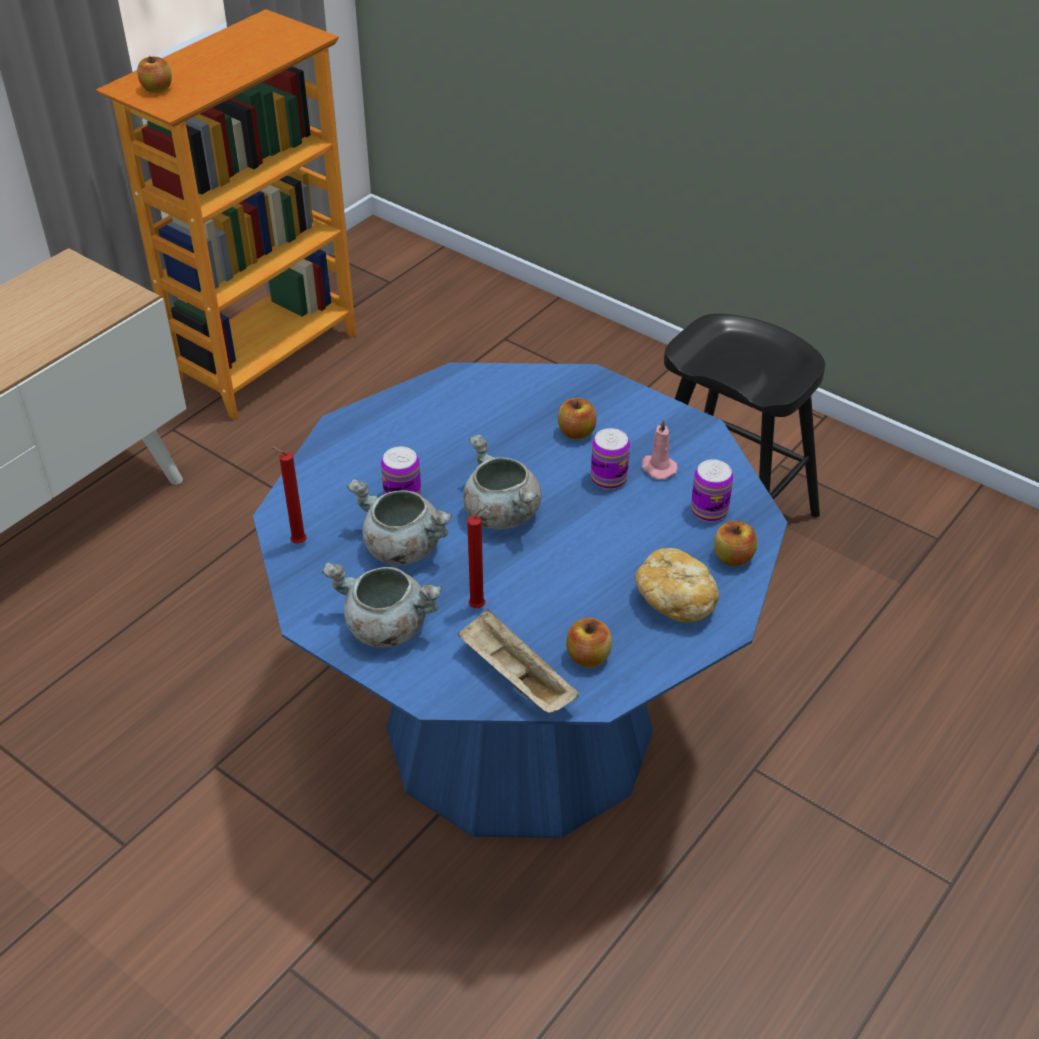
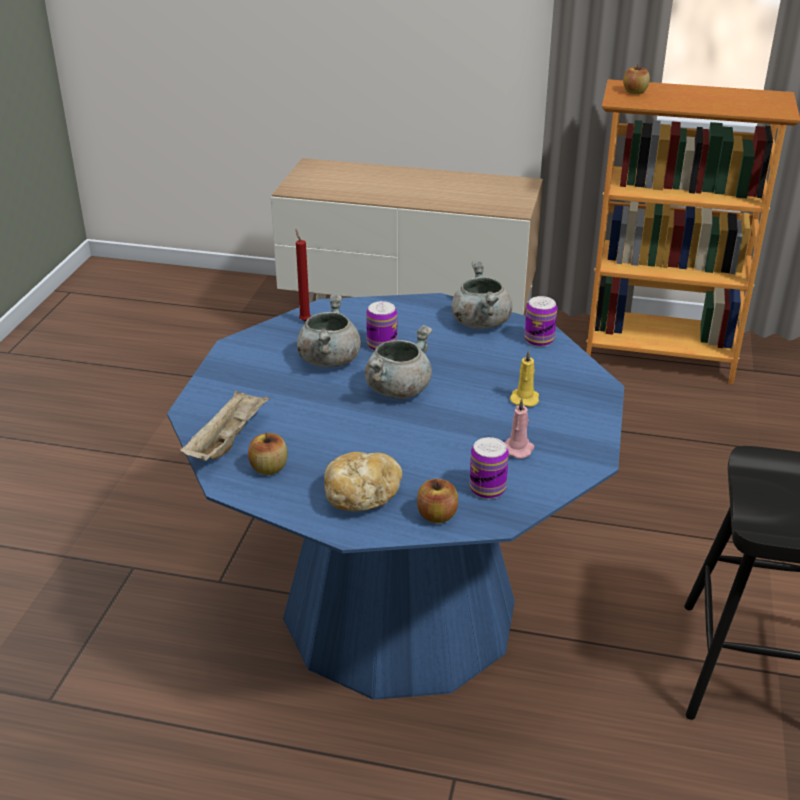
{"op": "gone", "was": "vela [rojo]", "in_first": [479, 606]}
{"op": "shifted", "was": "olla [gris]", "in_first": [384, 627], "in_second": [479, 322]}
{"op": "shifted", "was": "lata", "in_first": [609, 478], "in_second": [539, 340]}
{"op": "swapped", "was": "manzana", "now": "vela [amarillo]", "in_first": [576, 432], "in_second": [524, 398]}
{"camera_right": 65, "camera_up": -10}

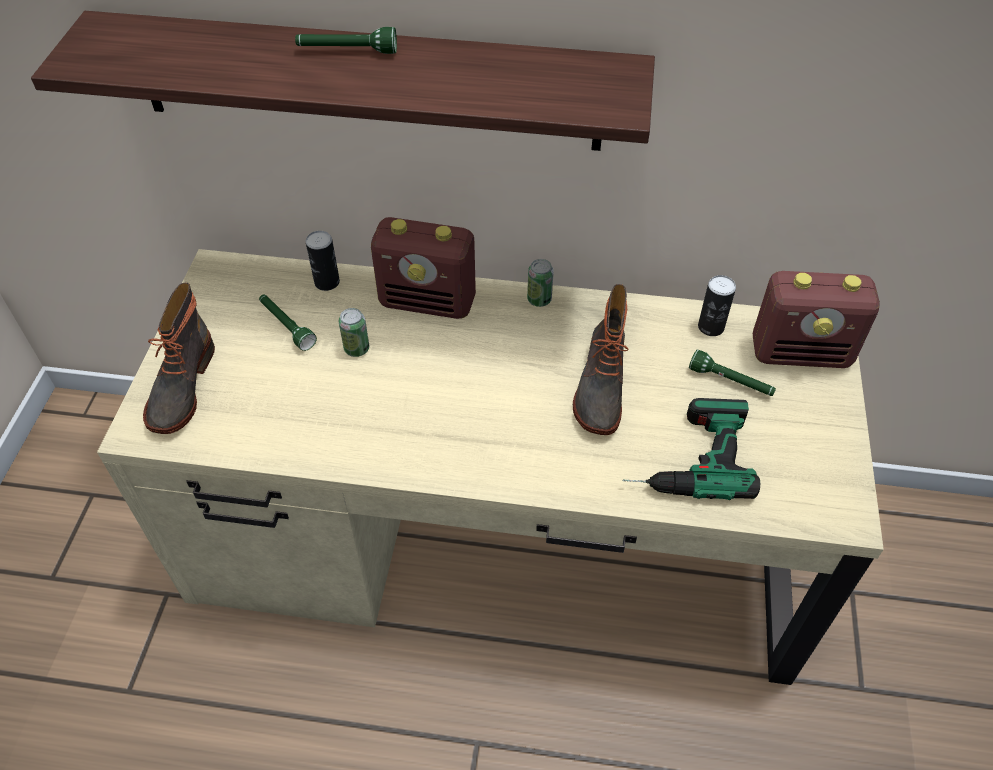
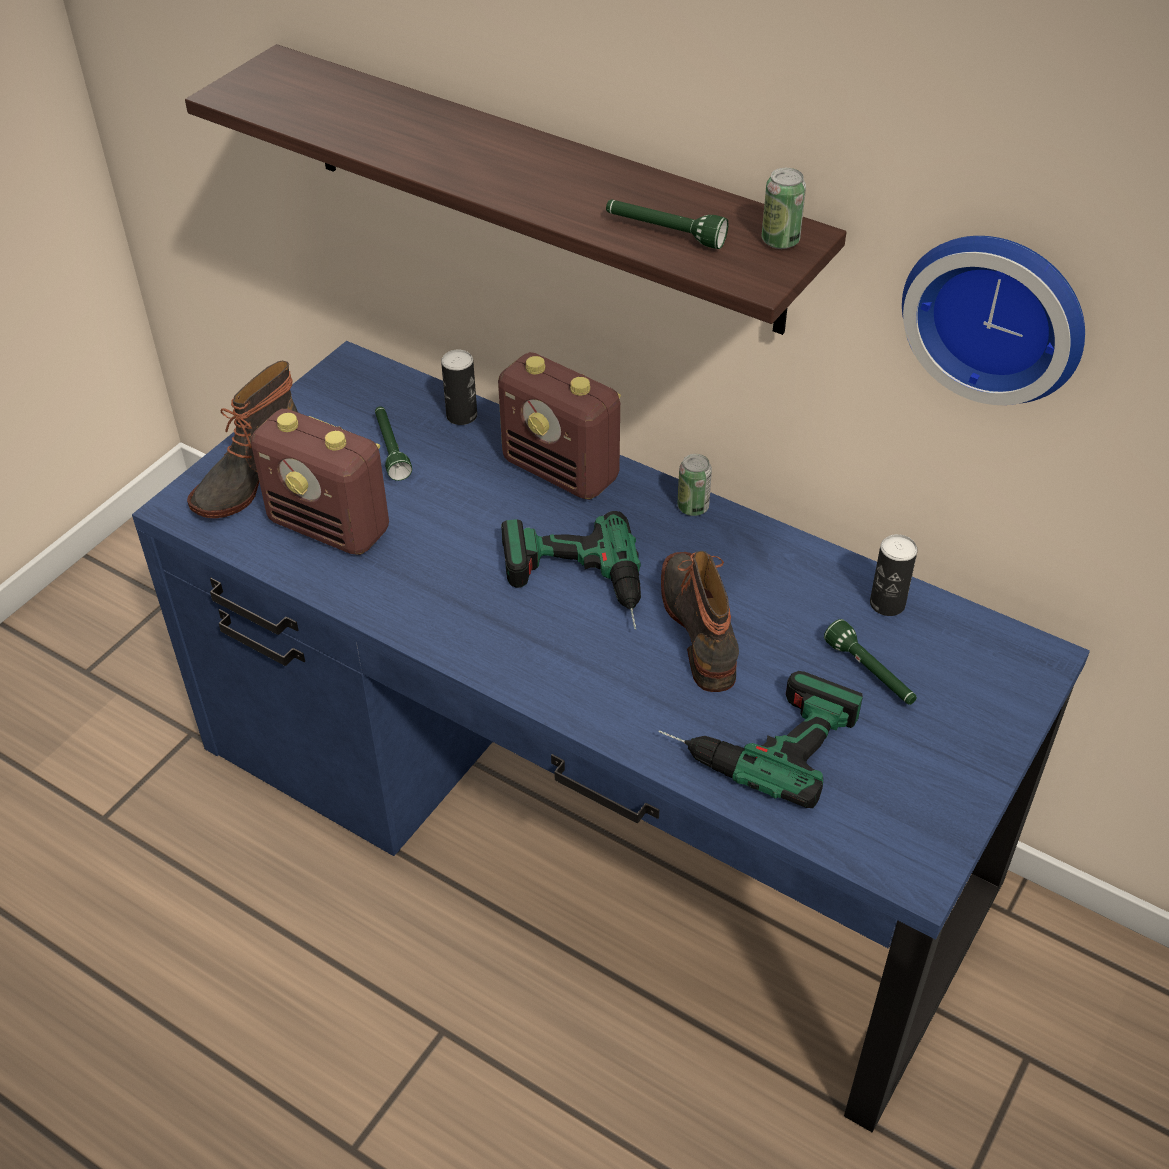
{"op": "new", "now": "taladro", "in_second": [575, 587]}
{"op": "new", "now": "reloj de pared", "in_second": [997, 313]}
{"op": "shifted", "was": "linterna [verde]", "in_first": [347, 51], "in_second": [664, 233]}
{"op": "shifted", "was": "lata", "in_first": [356, 349], "in_second": [780, 241]}
{"op": "shifted", "was": "radio", "in_first": [801, 353], "in_second": [330, 527]}
{"op": "repainted", "was": "escritorio [beis]", "now": "escritorio [azul]", "in_first": [496, 540], "in_second": [589, 815]}
{"op": "rotated", "was": "bota", "in_first": [599, 388], "in_second": [702, 627], "clockwise": 135}
{"camera_right": 25, "camera_up": -5}

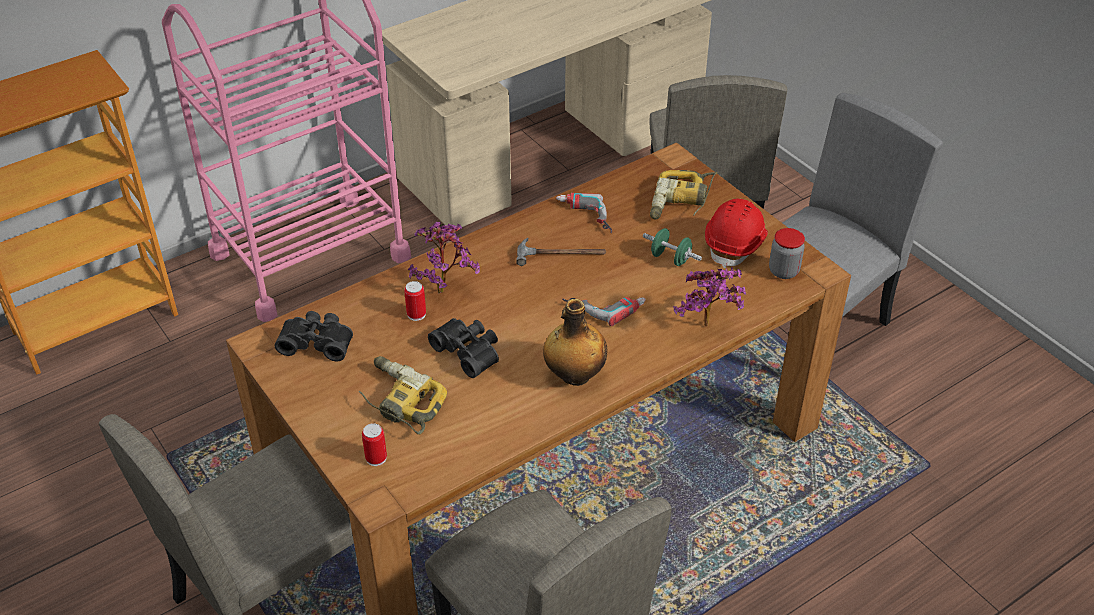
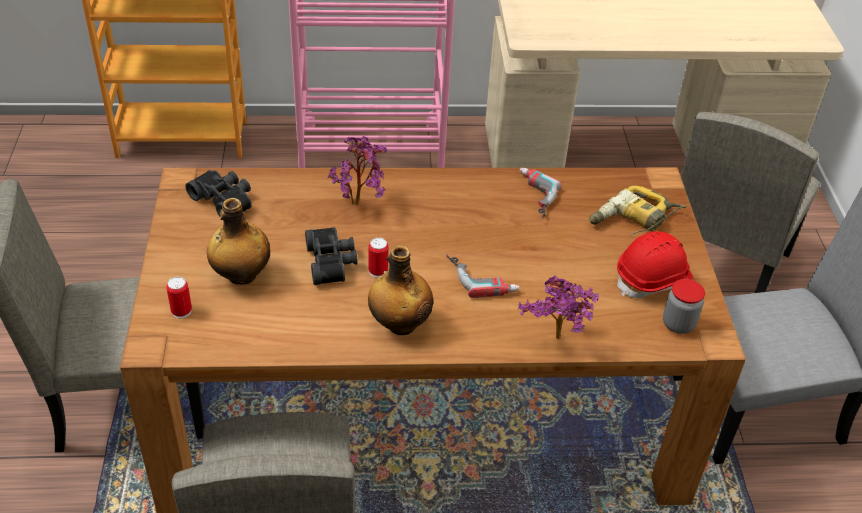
{"op": "gone", "was": "martillo", "in_first": [561, 254]}
{"op": "gone", "was": "mancuerna [verde]", "in_first": [670, 258]}
{"op": "shifted", "was": "lata", "in_first": [416, 314], "in_second": [378, 271]}
{"op": "swapped", "was": "taladro", "now": "botella", "in_first": [399, 402], "in_second": [241, 276]}
{"camera_right": 30, "camera_up": 0}

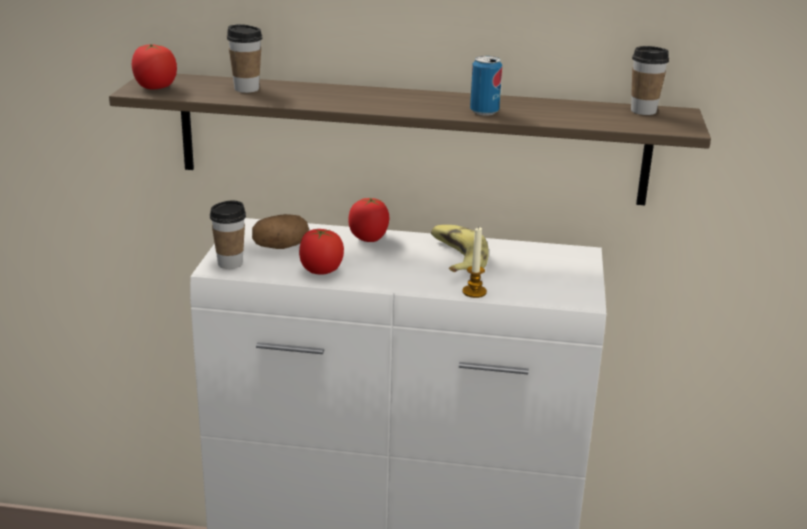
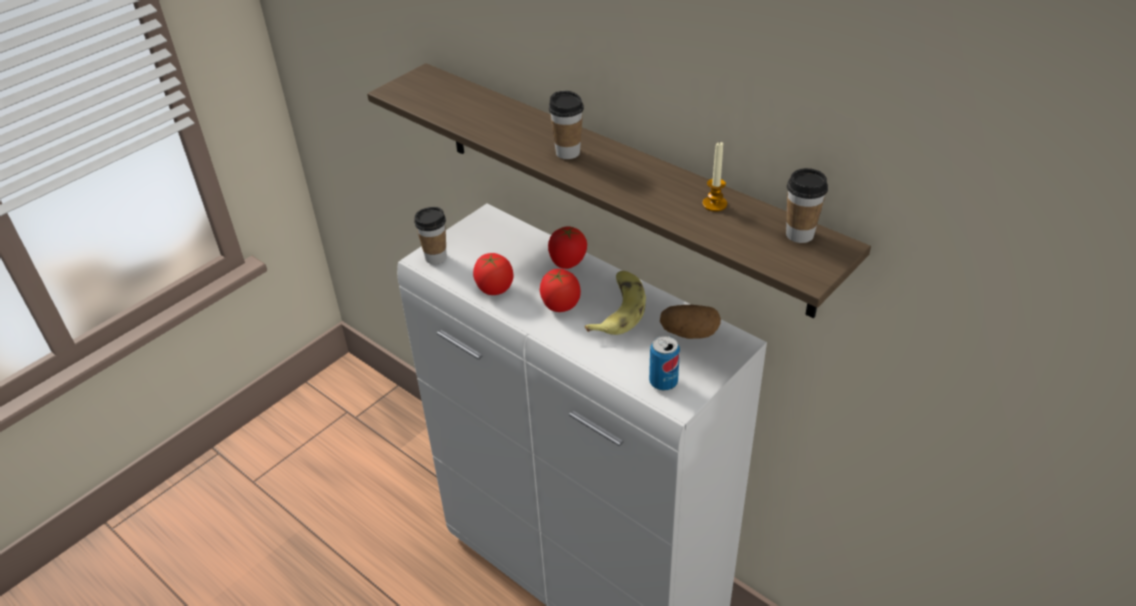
{"op": "shifted", "was": "tomate", "in_first": [155, 87], "in_second": [560, 305]}
{"op": "shifted", "was": "taza", "in_first": [246, 89], "in_second": [567, 152]}
{"op": "shifted", "was": "patata", "in_first": [281, 246], "in_second": [689, 333]}
{"op": "shifted", "was": "vela", "in_first": [474, 292], "in_second": [714, 204]}
{"op": "shifted", "was": "lata", "in_first": [484, 112], "in_second": [663, 382]}
{"camera_right": 35, "camera_up": 15}

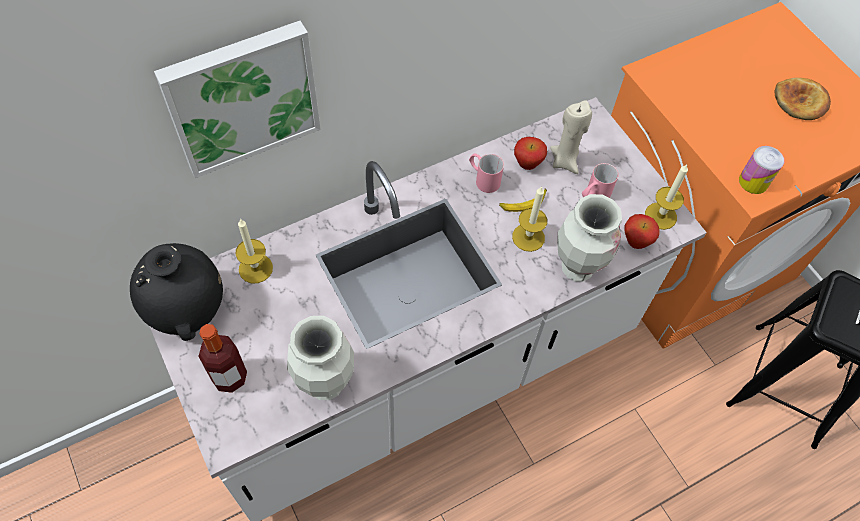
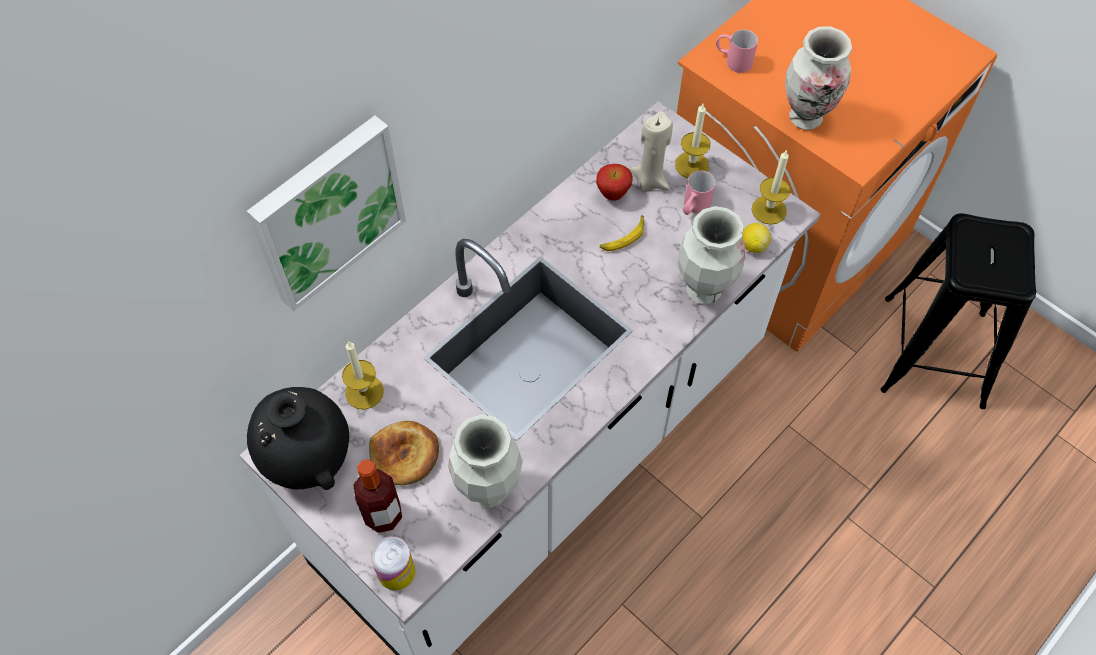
{"op": "new", "now": "florero", "in_second": [805, 118]}
{"op": "shifted", "was": "taza grande [rosa]", "in_first": [483, 179], "in_second": [733, 60]}
{"op": "shifted", "was": "vela", "in_first": [528, 237], "in_second": [691, 165]}
{"op": "shifted", "was": "lata", "in_first": [753, 181], "in_second": [396, 571]}
{"op": "shifted", "was": "pan", "in_first": [800, 102], "in_second": [404, 455]}
{"op": "swapped", "was": "manzana", "now": "limón", "in_first": [635, 242], "in_second": [753, 245]}
{"camera_right": -15, "camera_up": 0}

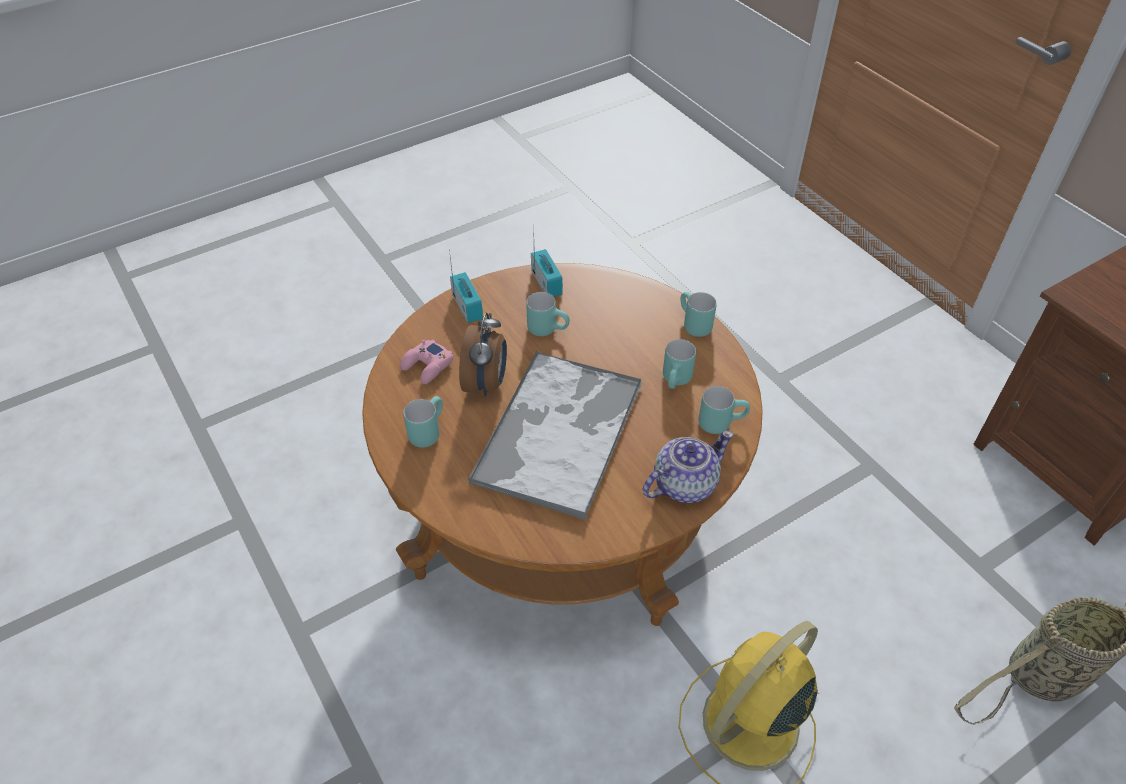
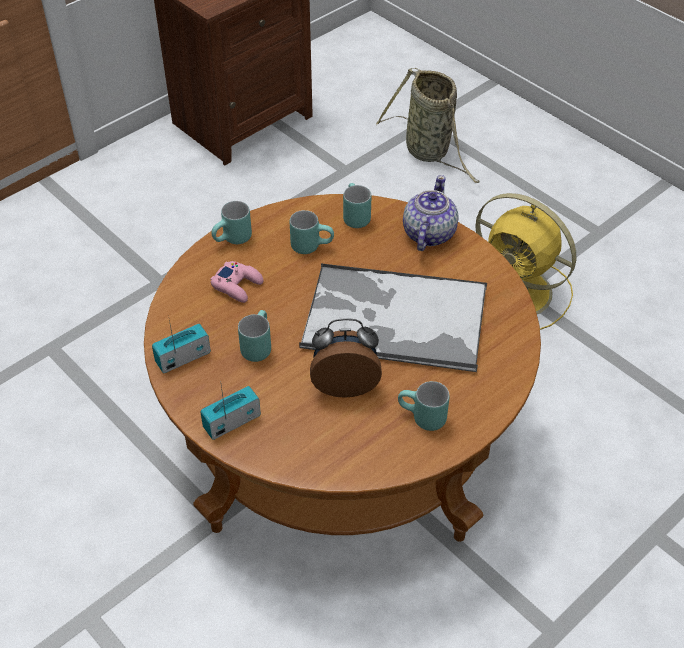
{"op": "shifted", "was": "mando de consola [rosa]", "in_first": [427, 366], "in_second": [237, 285]}
{"op": "rotated", "was": "tetera", "in_first": [683, 484], "in_second": [428, 234], "clockwise": 60}
{"camera_right": -100, "camera_up": 0}

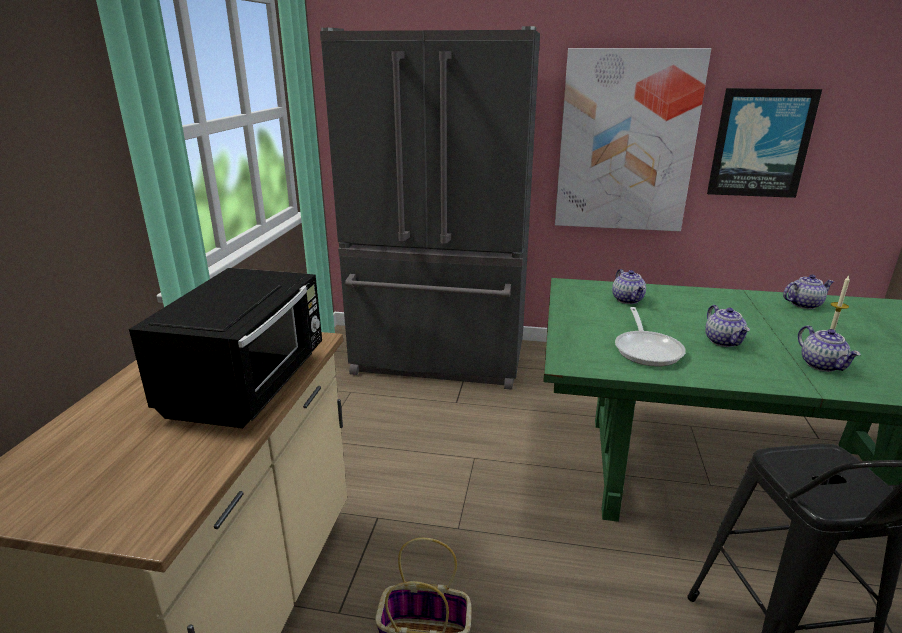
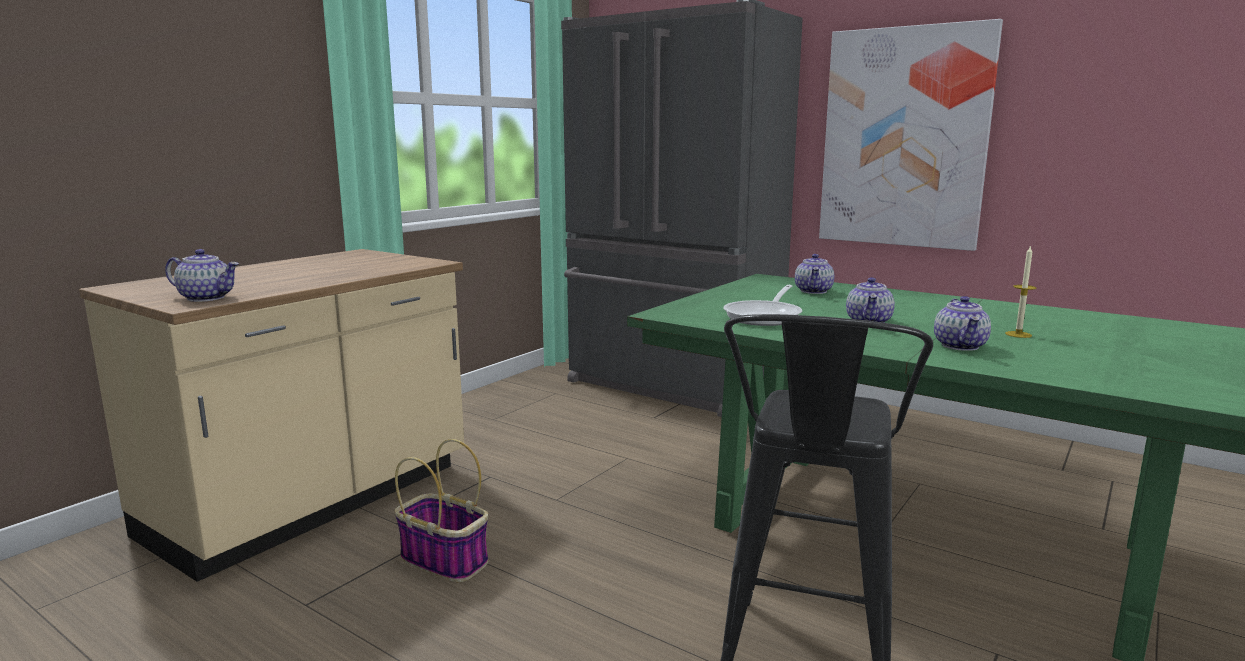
{"op": "gone", "was": "microondas [negro]", "in_first": [249, 384]}
{"op": "gone", "was": "cuadro", "in_first": [760, 143]}
{"op": "shifted", "was": "tetera", "in_first": [804, 304], "in_second": [207, 298]}
{"camera_right": 25, "camera_up": -10}

